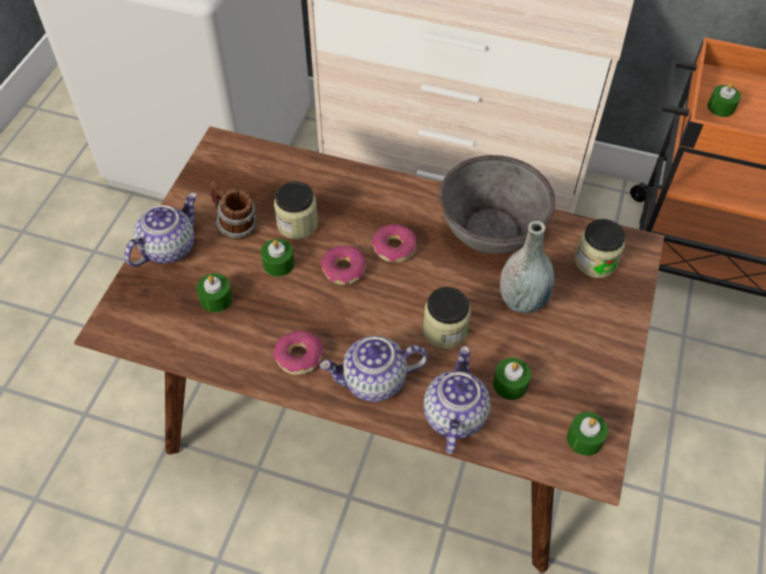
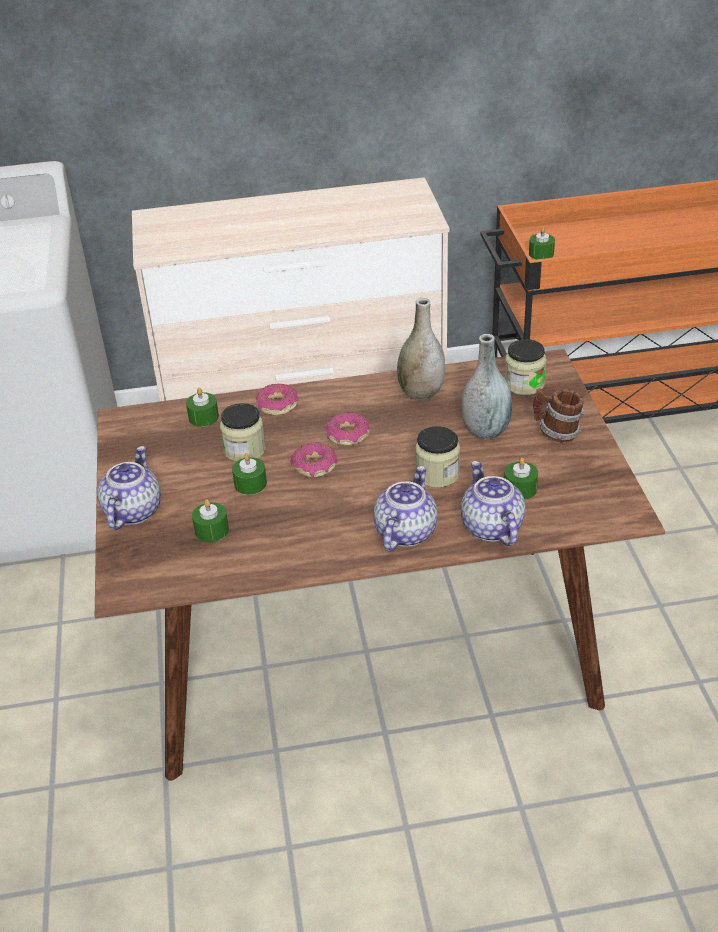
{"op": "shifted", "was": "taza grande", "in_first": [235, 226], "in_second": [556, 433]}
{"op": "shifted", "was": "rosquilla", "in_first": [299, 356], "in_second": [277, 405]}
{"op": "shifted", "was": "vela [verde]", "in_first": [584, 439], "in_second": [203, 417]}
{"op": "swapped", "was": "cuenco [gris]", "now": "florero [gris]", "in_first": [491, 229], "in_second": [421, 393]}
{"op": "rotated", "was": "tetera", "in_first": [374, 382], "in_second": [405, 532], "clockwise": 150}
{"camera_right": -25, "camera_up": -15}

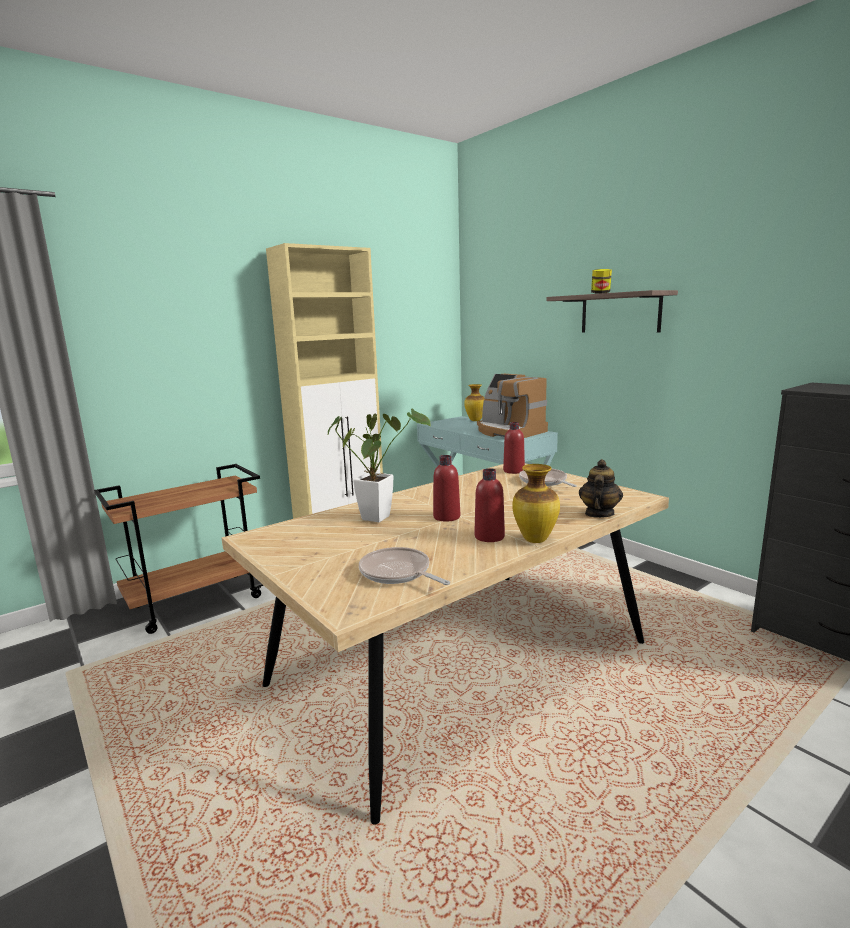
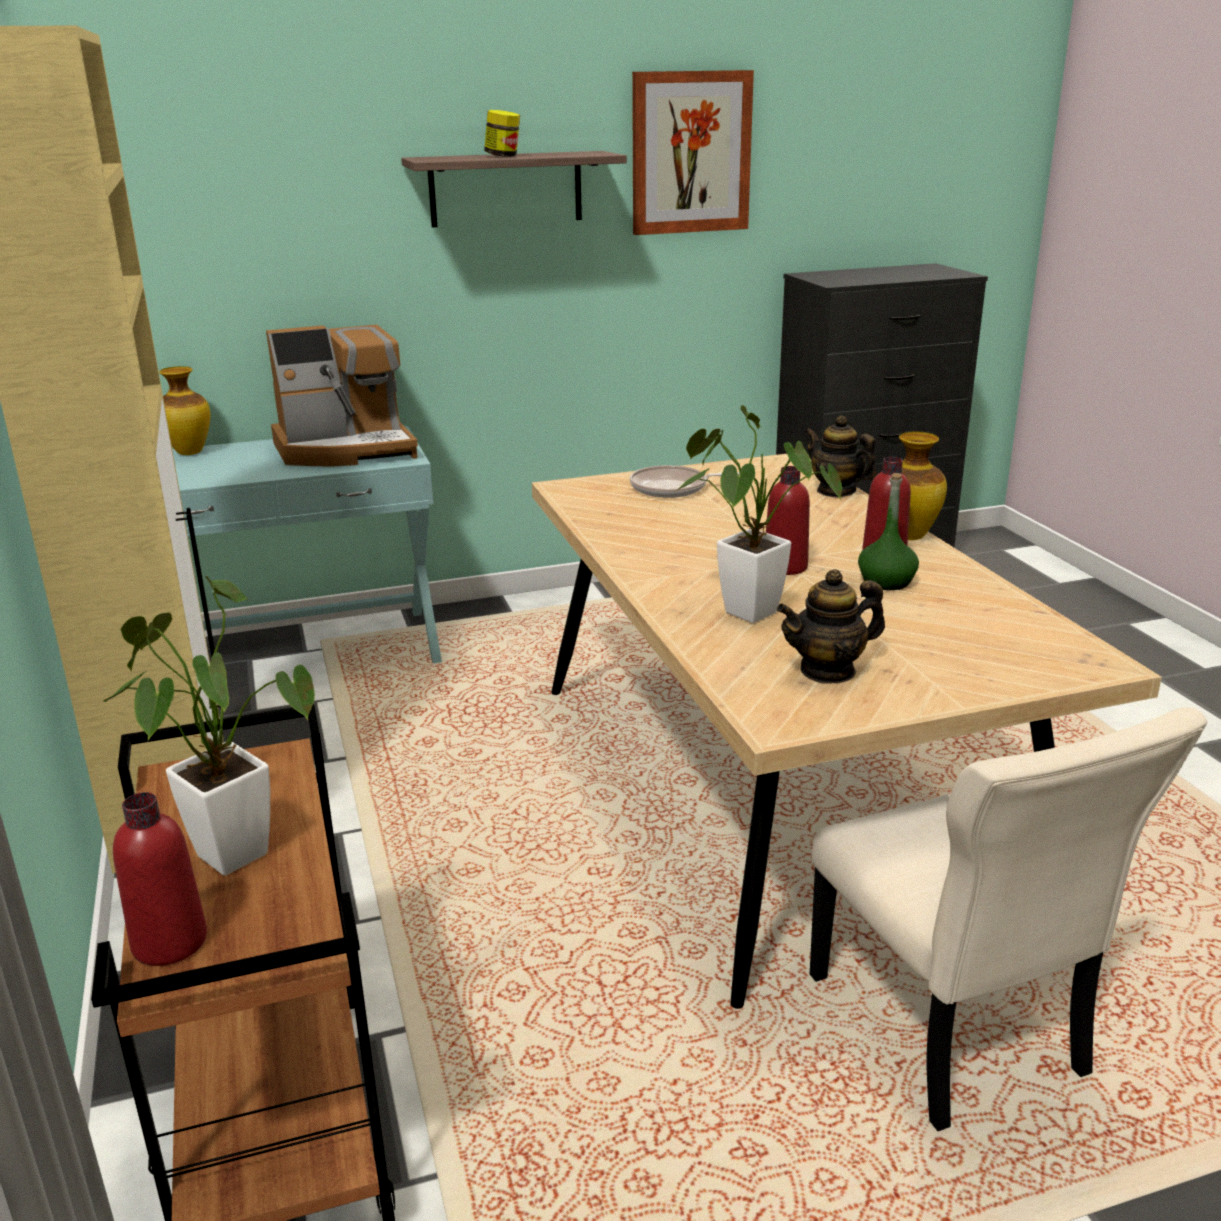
{"op": "gone", "was": "sartén", "in_first": [398, 573]}
{"op": "new", "now": "planta en maceta", "in_second": [225, 848]}
{"op": "new", "now": "cuadro", "in_second": [690, 153]}
{"op": "new", "now": "tetera", "in_second": [828, 671]}
{"op": "new", "now": "silla [beis]", "in_second": [950, 1032]}
{"op": "new", "now": "botella [verde]", "in_second": [886, 582]}
{"op": "shifted", "was": "botella [rojo]", "in_first": [513, 471], "in_second": [170, 942]}
{"camera_right": -70, "camera_up": 10}

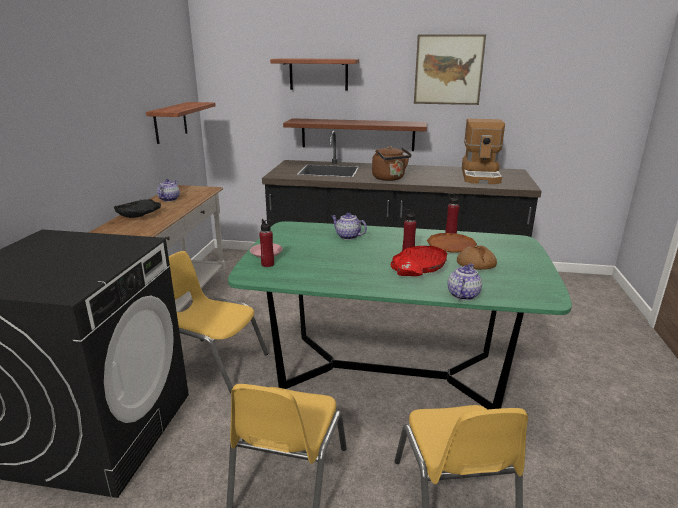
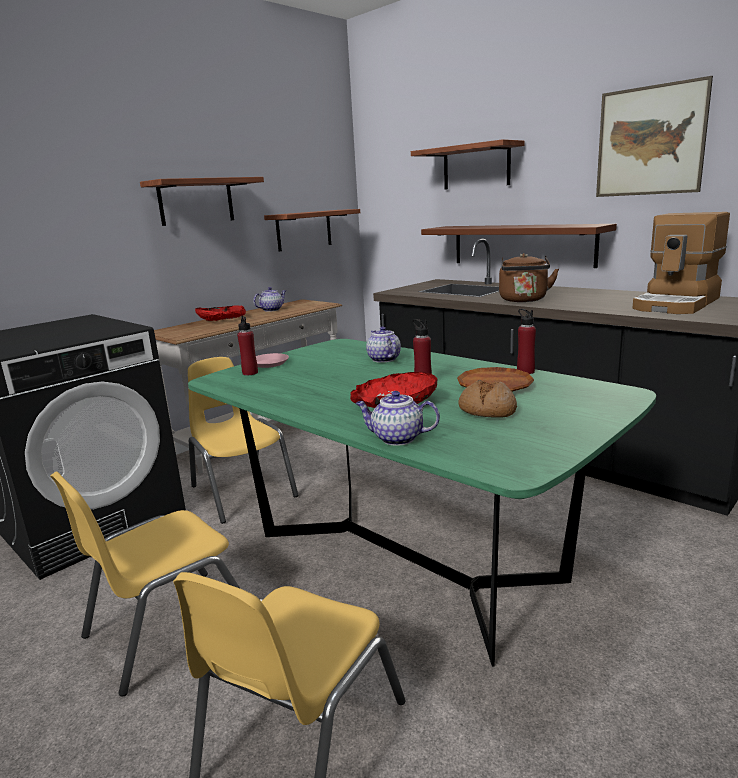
{"op": "new", "now": "estante", "in_second": [196, 201]}
{"op": "repainted", "was": "cuenco [negro]", "now": "cuenco [rojo]", "in_first": [139, 215], "in_second": [221, 320]}
{"op": "rotated", "was": "tetera", "in_first": [463, 294], "in_second": [396, 439], "clockwise": -135}
{"camera_right": 35, "camera_up": -5}

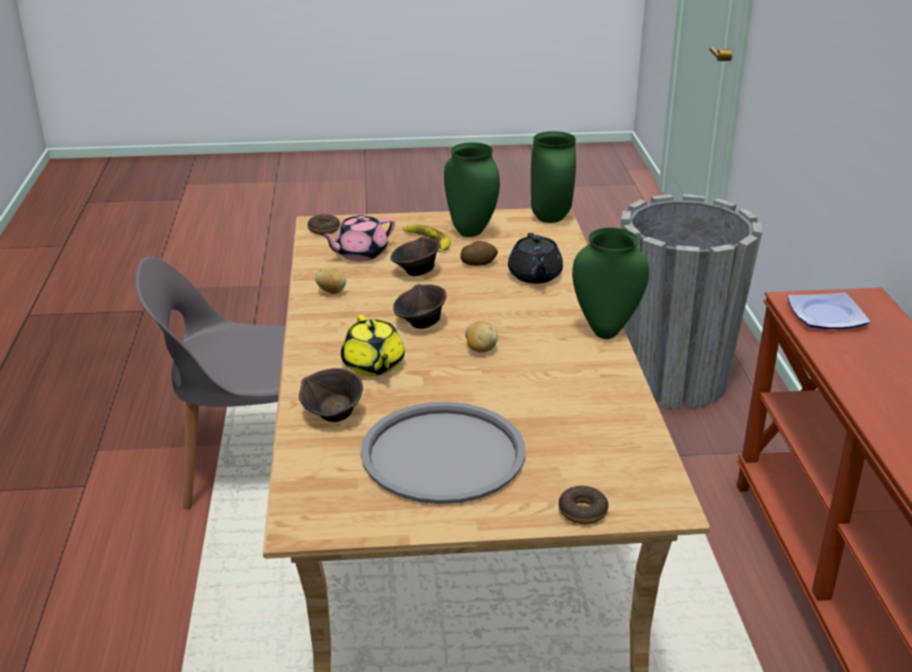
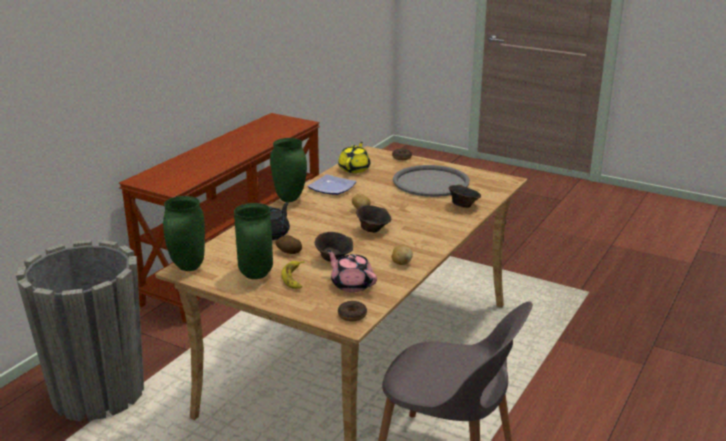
{"op": "shifted", "was": "tetera [amarillo]", "in_first": [373, 365], "in_second": [354, 169]}
{"op": "shifted", "was": "plato", "in_first": [825, 316], "in_second": [333, 188]}
{"op": "rotated", "was": "tetera [rosa]", "in_first": [360, 253], "in_second": [352, 284], "clockwise": -135}
{"camera_right": -145, "camera_up": -5}

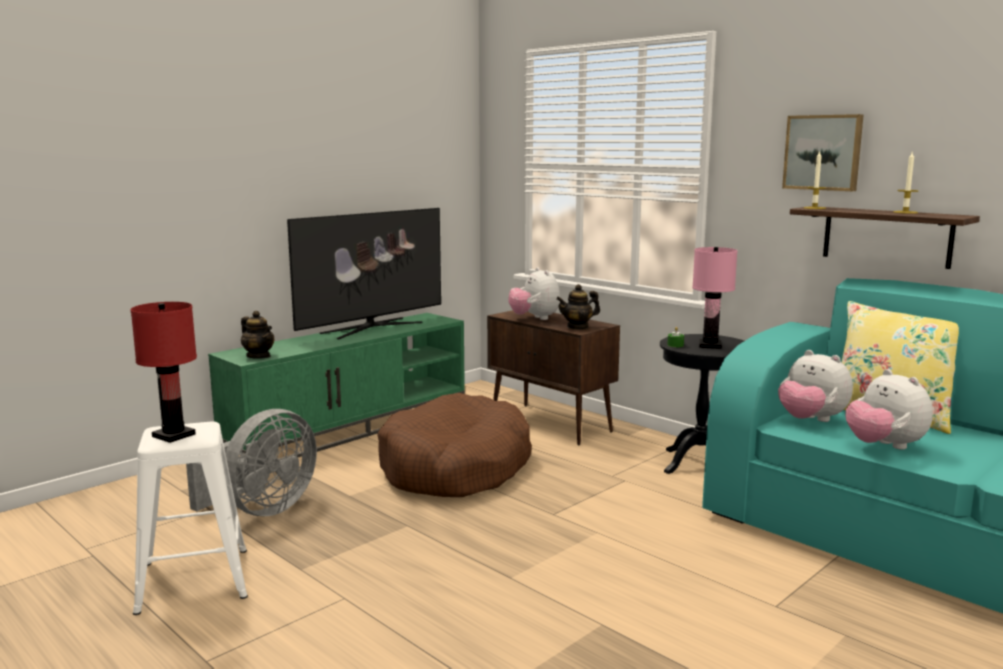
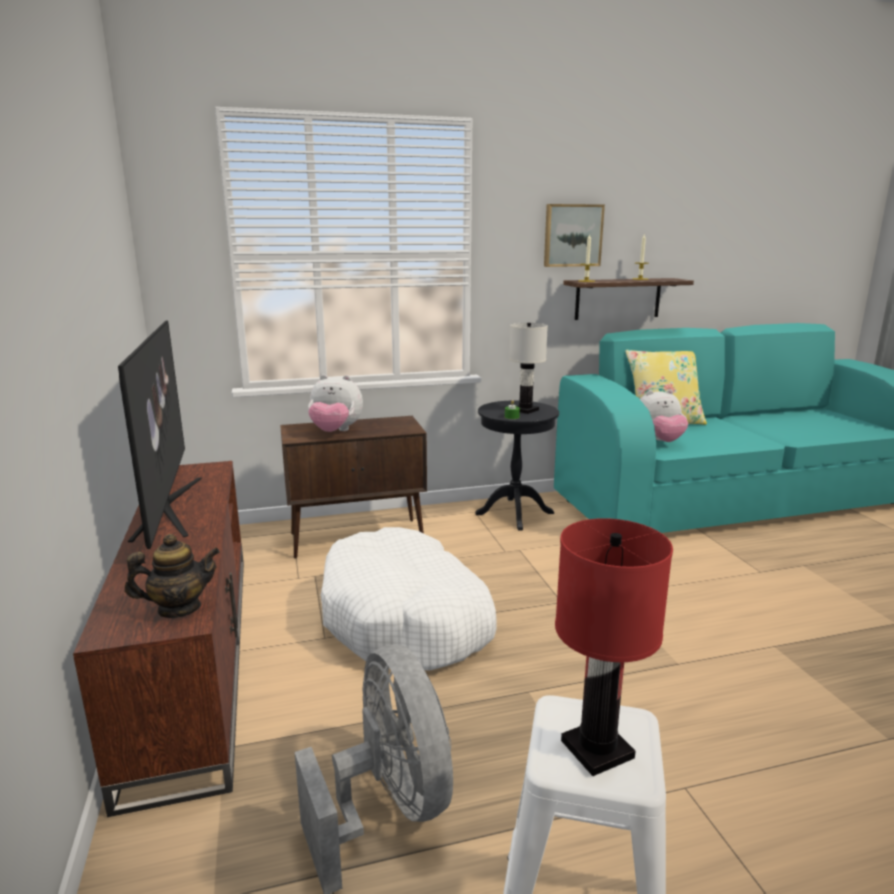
{"op": "gone", "was": "tetera", "in_first": [578, 327]}
{"op": "gone", "was": "peluche", "in_first": [884, 446]}
{"op": "repainted", "was": "mueble de televisión [verde]", "now": "mueble de televisión [marrón]", "in_first": [351, 428], "in_second": [192, 654]}
{"op": "repainted", "was": "cama para perro [marrón]", "now": "cama para perro [blanco]", "in_first": [455, 468], "in_second": [406, 619]}
{"op": "repainted", "was": "lámpara de mesa [rosa]", "now": "lámpara de mesa [blanco]", "in_first": [710, 345], "in_second": [525, 410]}
{"camera_right": -60, "camera_up": 5}

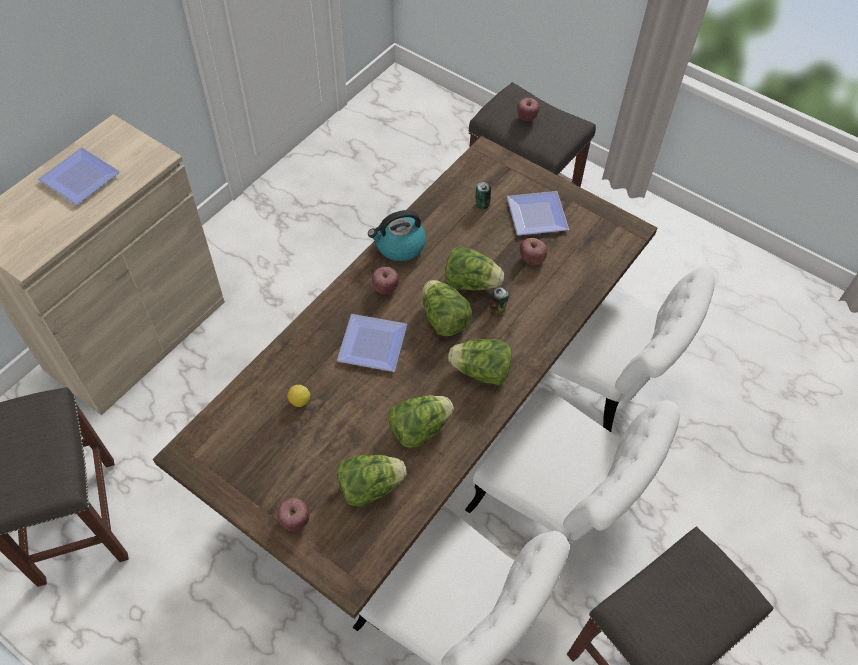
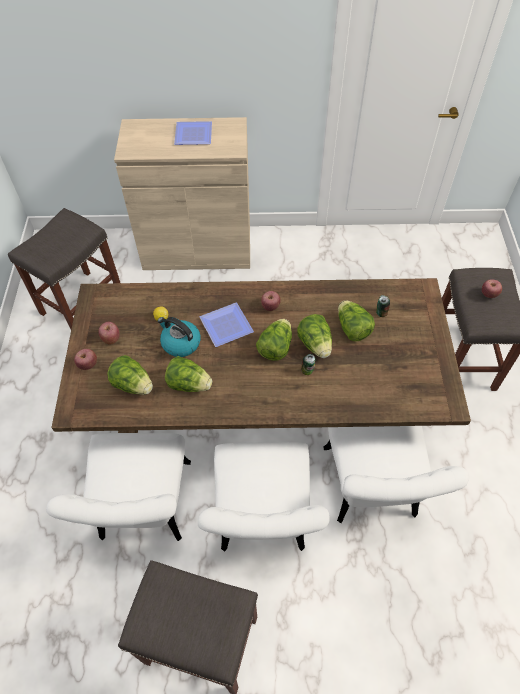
{"op": "gone", "was": "plato", "in_first": [534, 214]}
{"op": "shifted", "was": "hervidor", "in_first": [399, 246], "in_second": [180, 343]}
{"op": "shifted", "was": "lechuga", "in_first": [481, 371], "in_second": [352, 329]}
{"op": "shifted", "was": "manzana", "in_first": [531, 259], "in_second": [111, 338]}
{"camera_right": 55, "camera_up": 0}

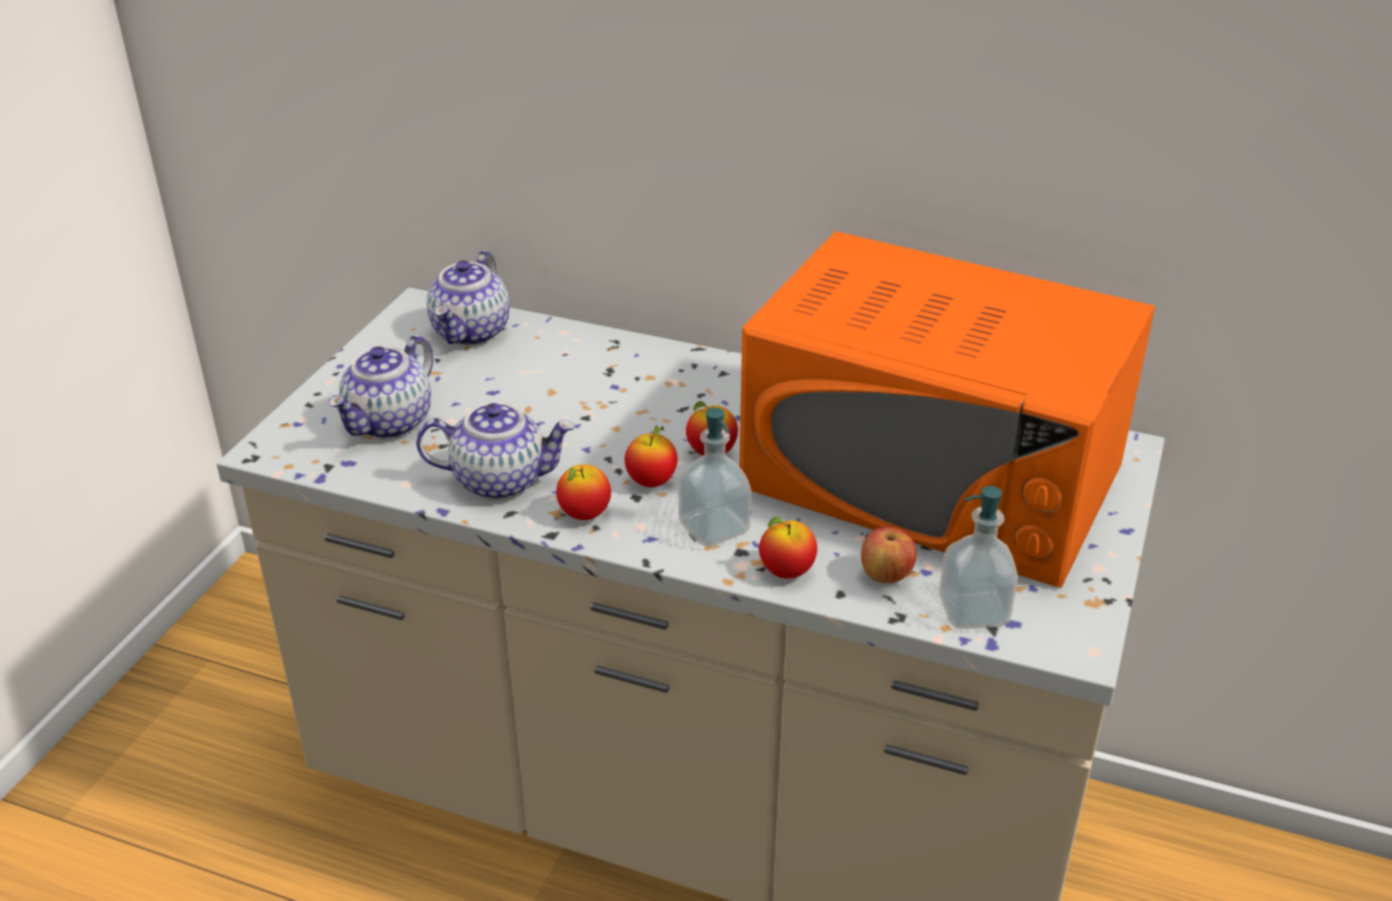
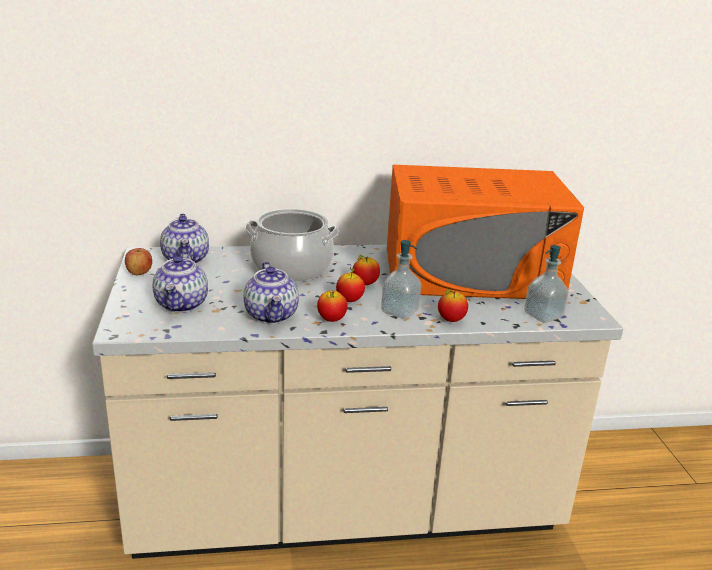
{"op": "new", "now": "olla", "in_second": [292, 267]}
{"op": "shifted", "was": "manzana", "in_first": [886, 575], "in_second": [139, 273]}
{"op": "rotated", "was": "tetera", "in_first": [501, 480], "in_second": [272, 315], "clockwise": 105}
{"camera_right": -30, "camera_up": -10}

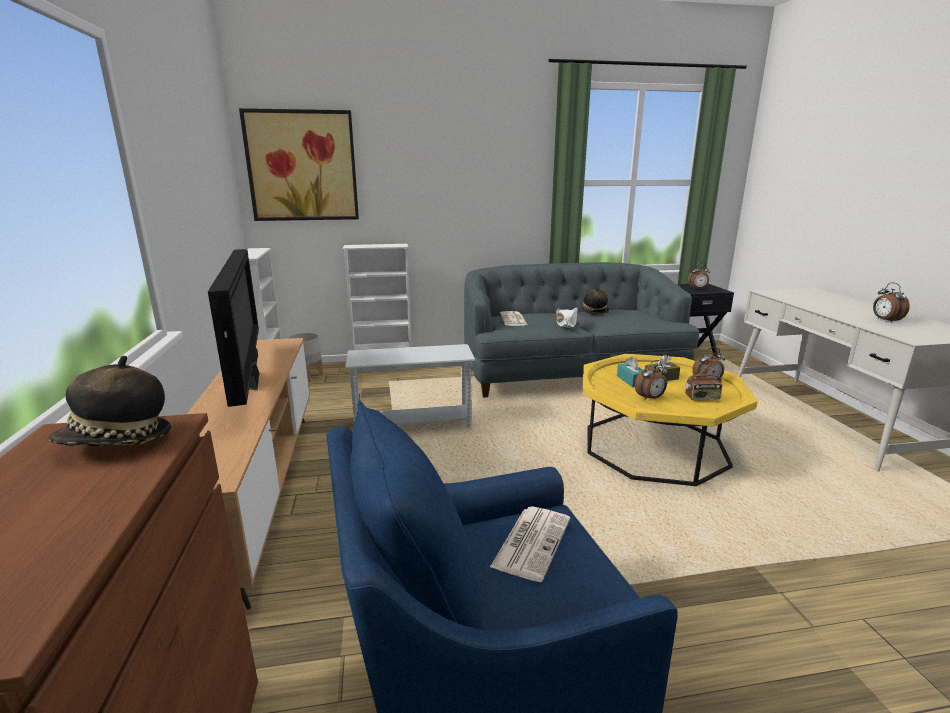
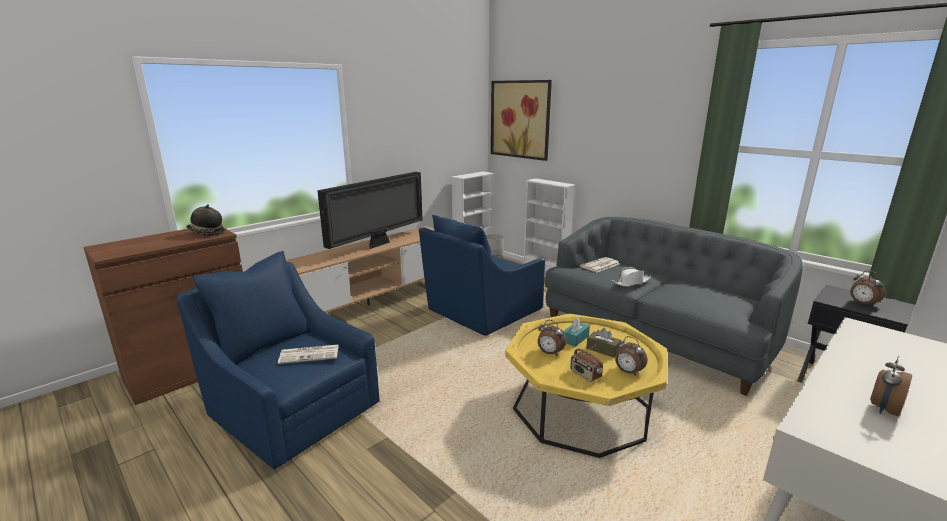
{"op": "gone", "was": "sombrero", "in_first": [594, 311]}
{"op": "swapped", "was": "mesa auxiliar [blanco]", "now": "sillón [azul]", "in_first": [413, 424], "in_second": [481, 312]}
{"camera_right": 55, "camera_up": 0}

